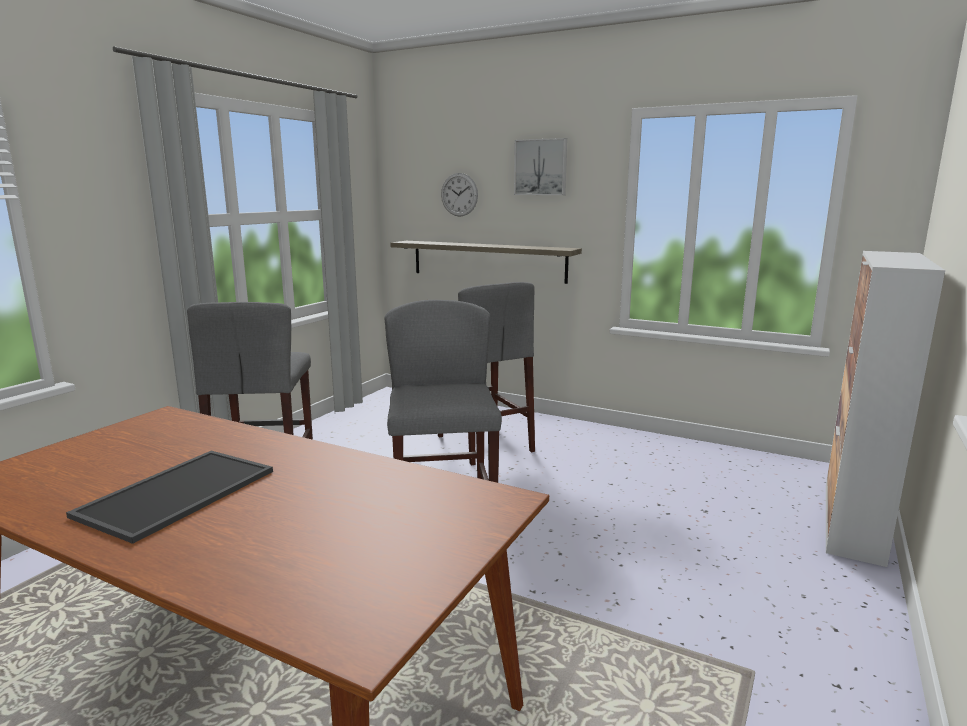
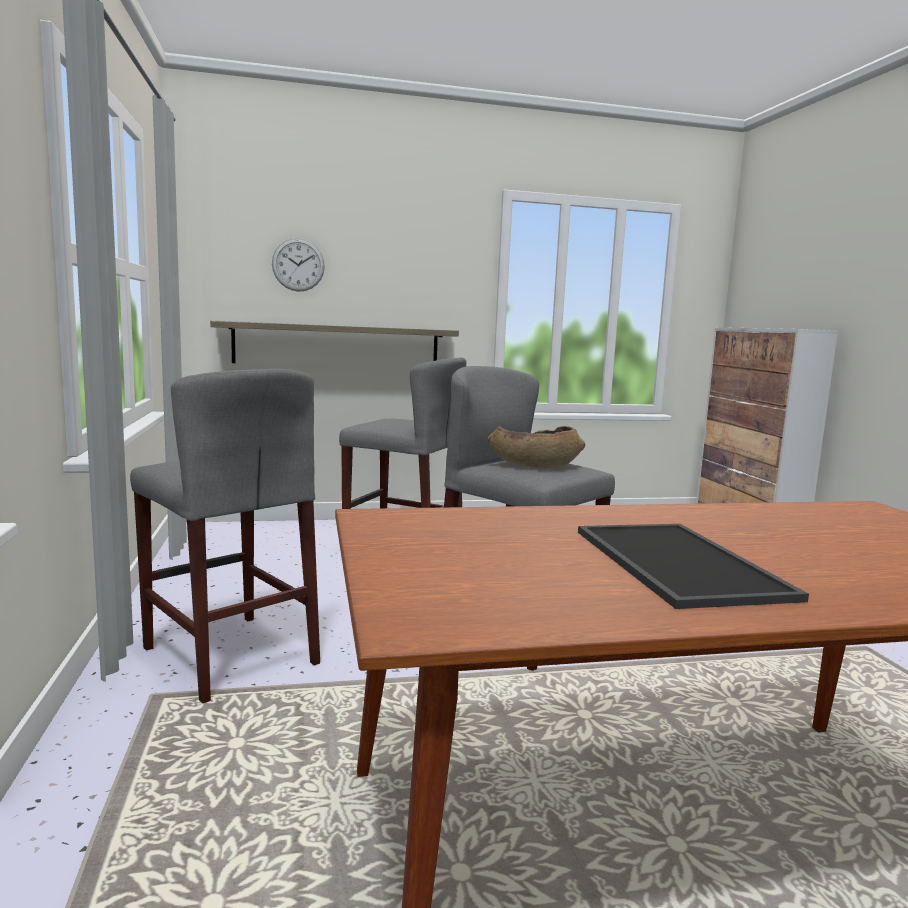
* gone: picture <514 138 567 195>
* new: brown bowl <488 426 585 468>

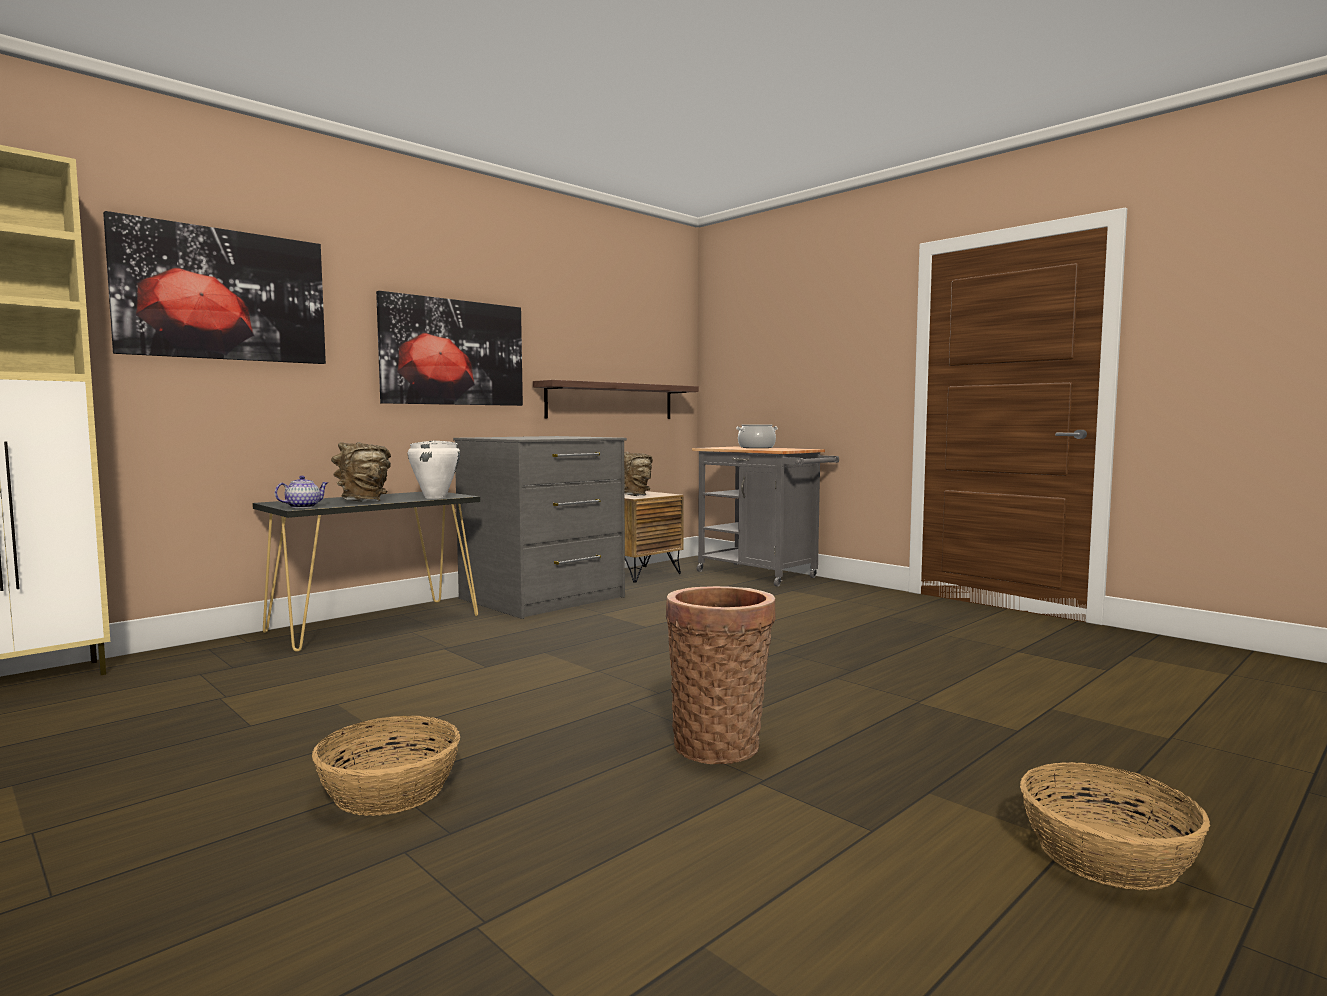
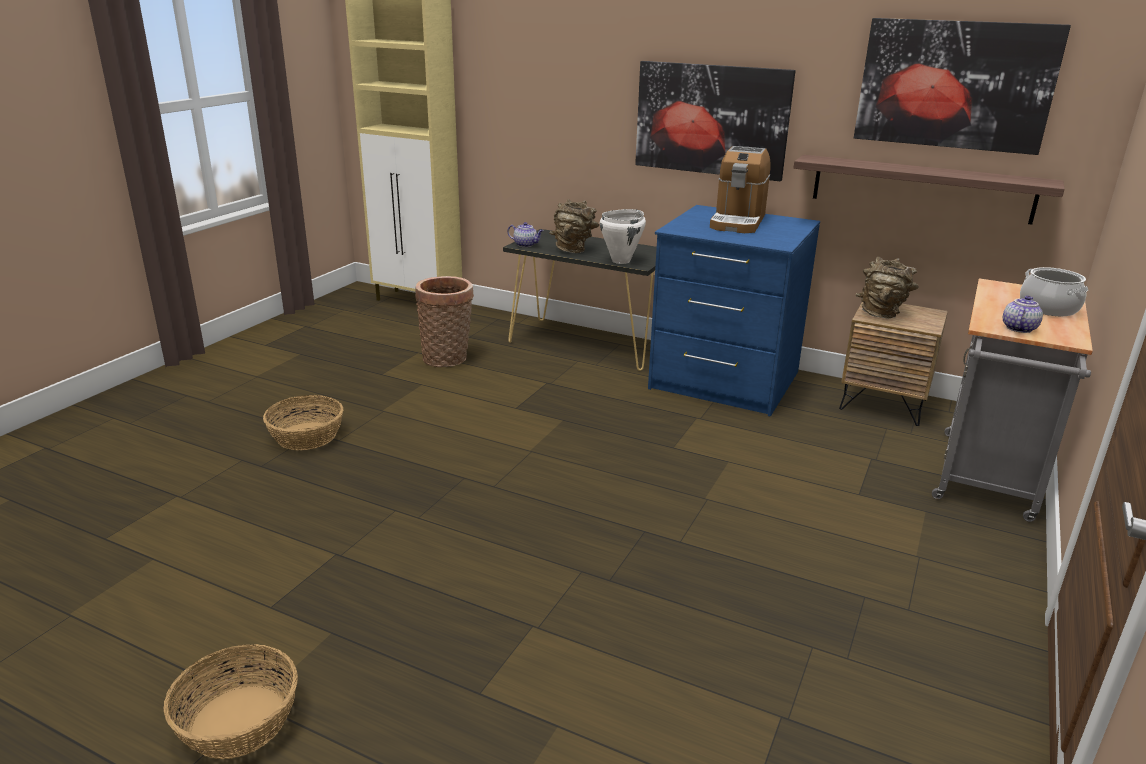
* shifted: picture <103 211 326 364> to <854 18 1071 155>
* repainted: grey dresser <453 436 627 619> to blue dresser <648 205 820 416>
* shifted: basket <666 586 776 764> to <415 276 474 367>
* new: coffee machine <710 146 771 233>
* new: teapot <1003 296 1043 333>

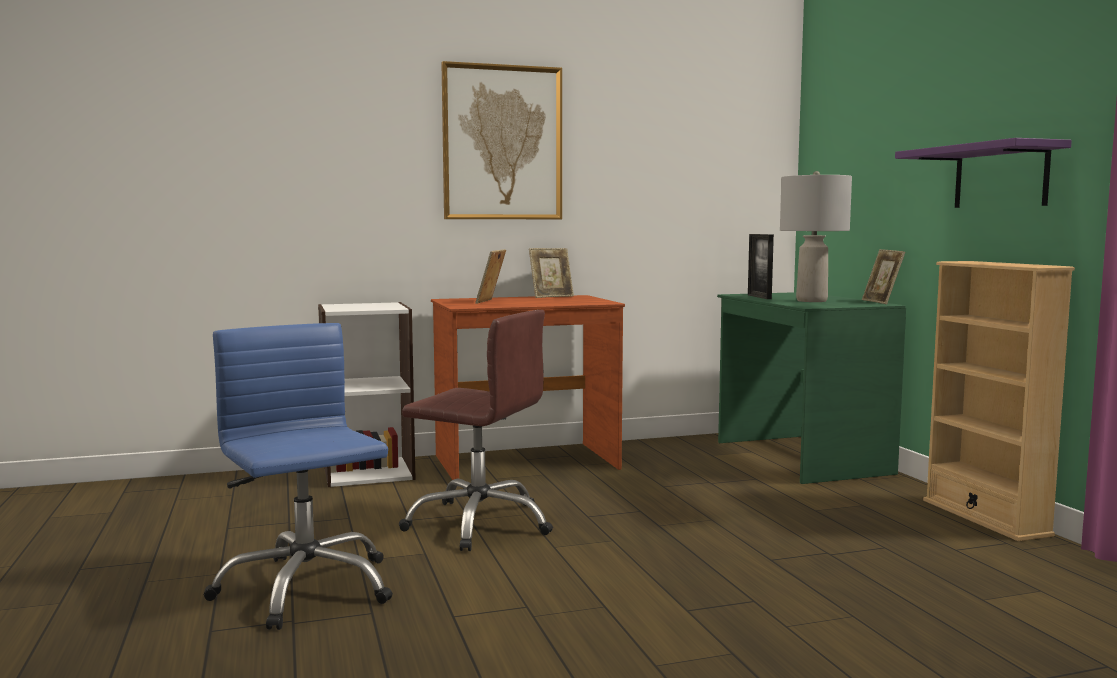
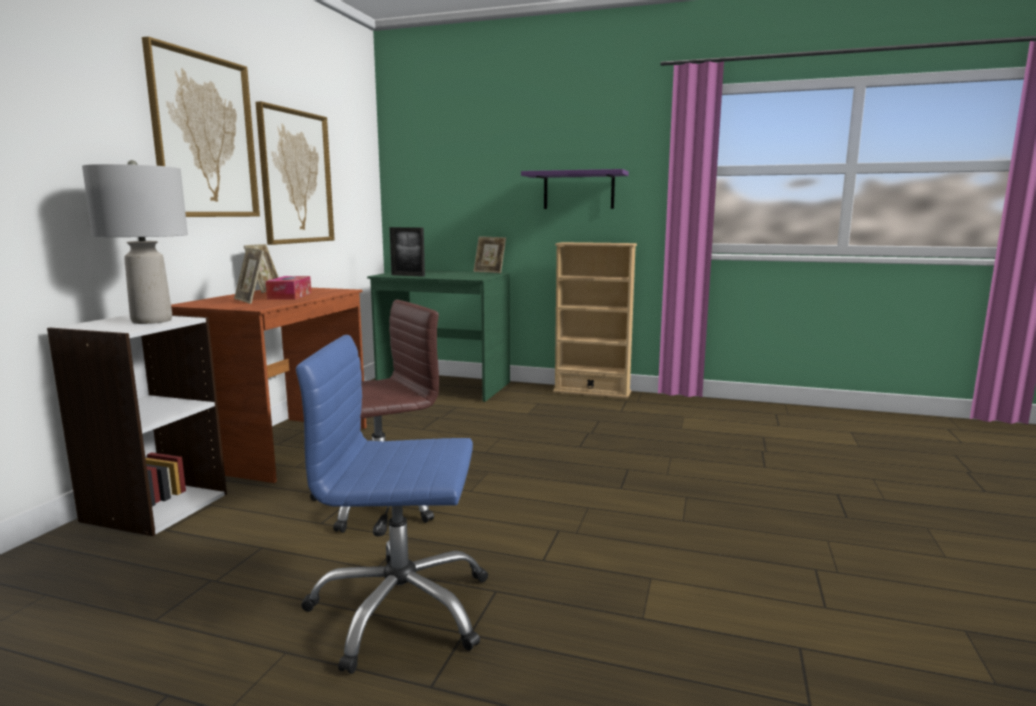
* shifted: grey table lamp <780 171 852 302> to <82 160 188 324>
* new: picture <255 101 335 245>
* new: tissue box <266 276 311 300>

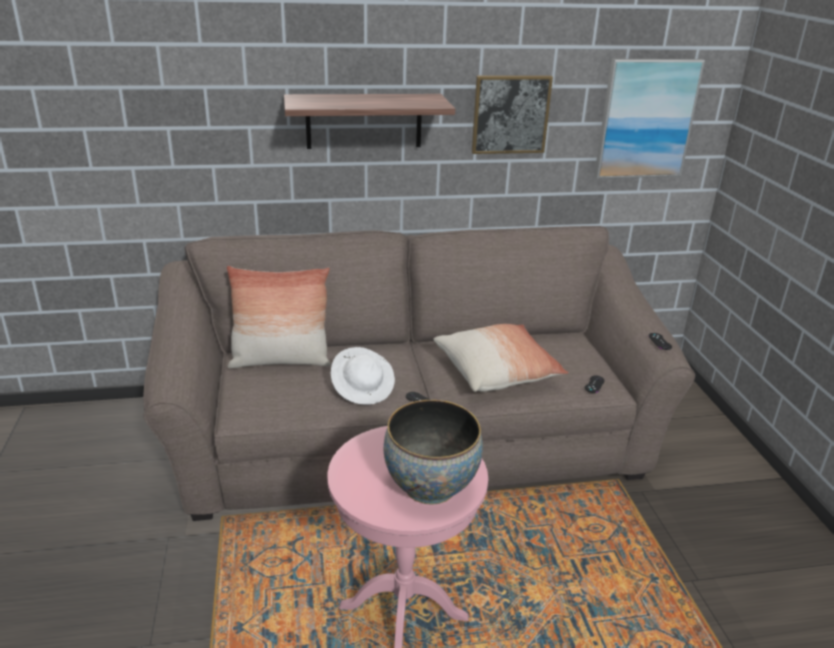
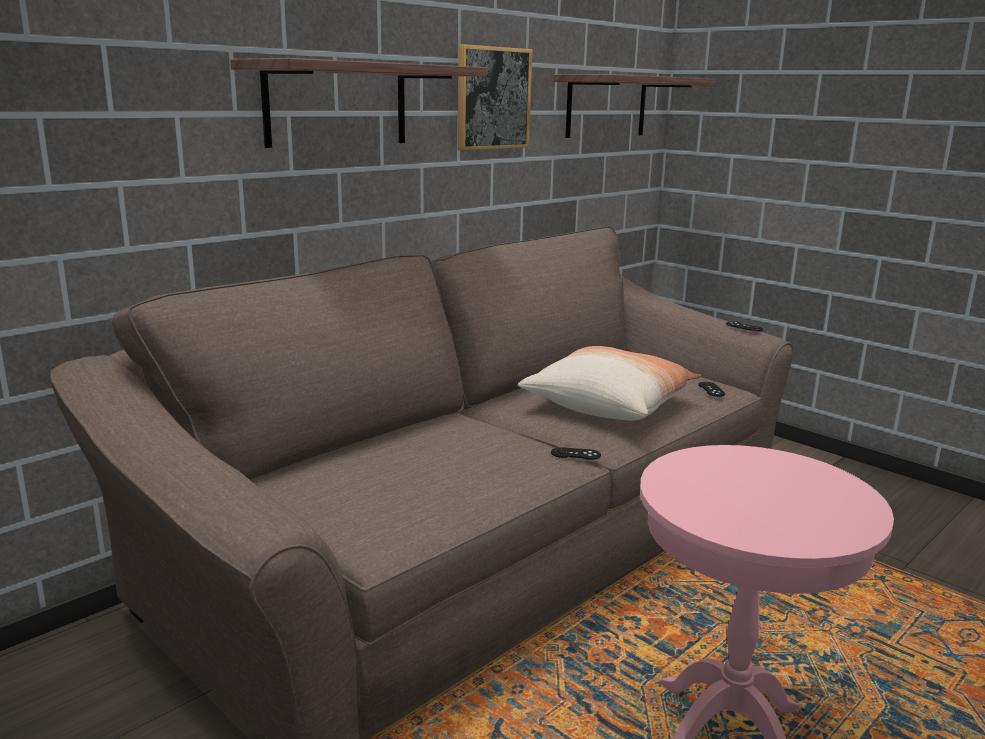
* gone: pillow <227 266 331 369>
* gone: white hat <330 347 395 405>
* gone: bowl <384 400 483 505>
* swapped: picture <594 59 705 179> to shelf <553 74 716 138>

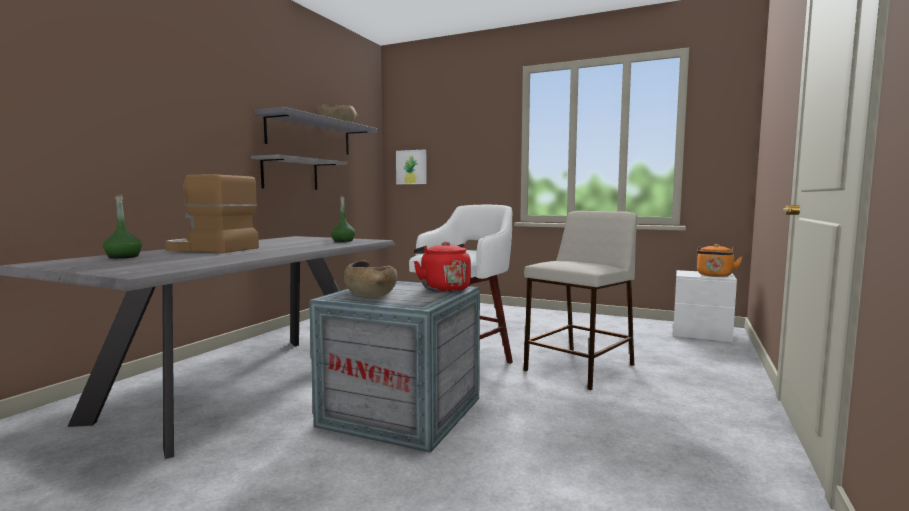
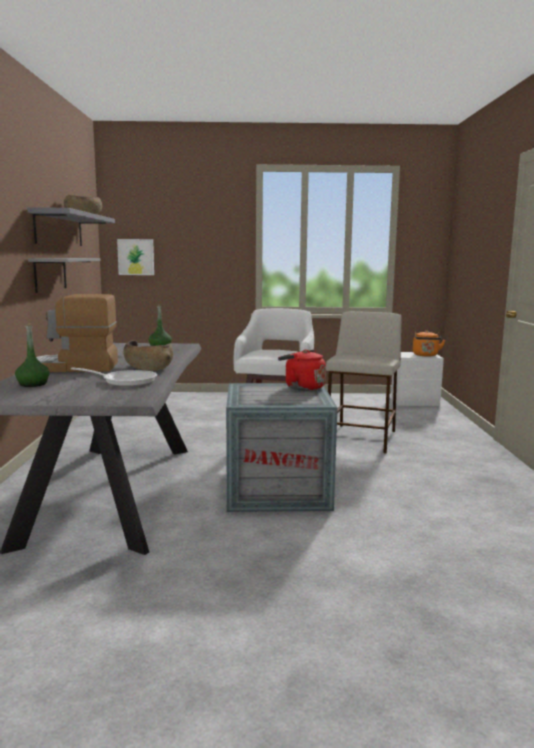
* shifted: brown bowl <344 260 397 297> to <123 340 173 371>
* new: frying pan <71 367 157 387>

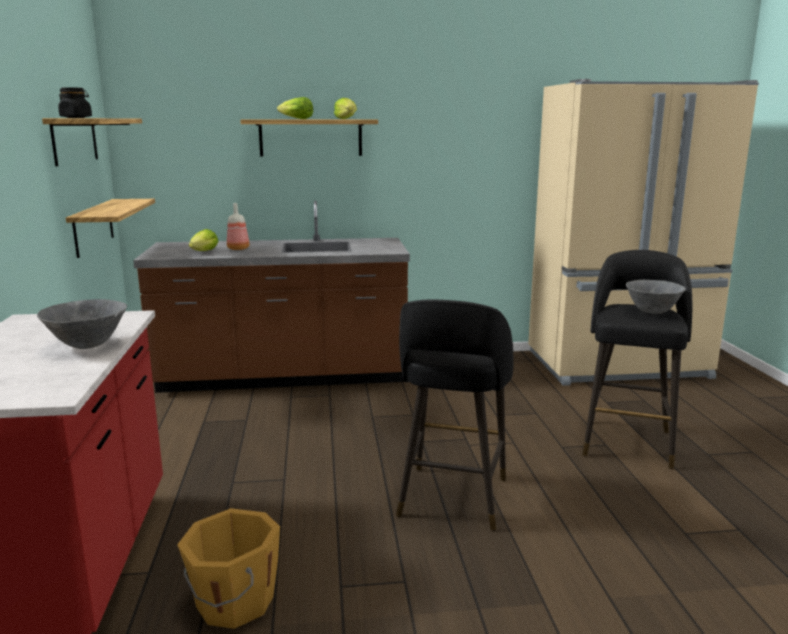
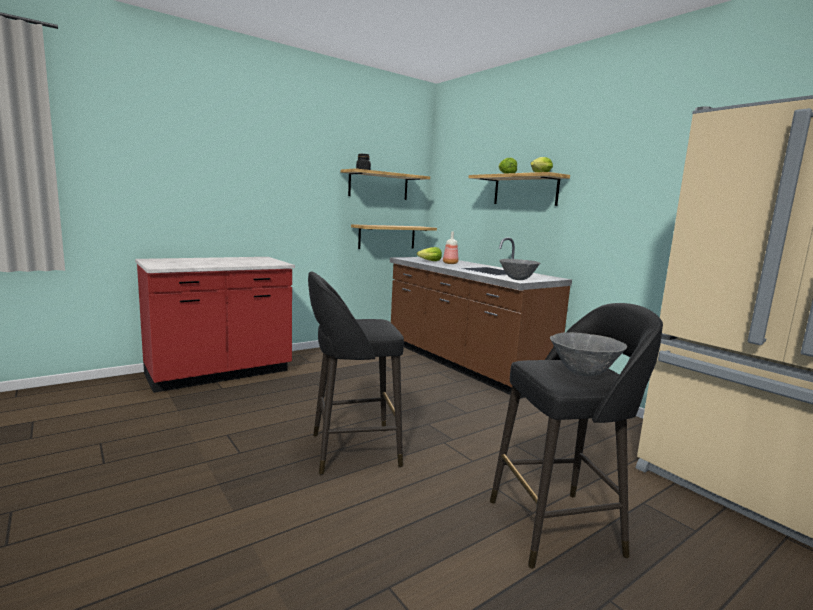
* shifted: grey bowl <37 299 127 349> to <499 259 540 280>
* gone: orange bucket <177 508 280 629>

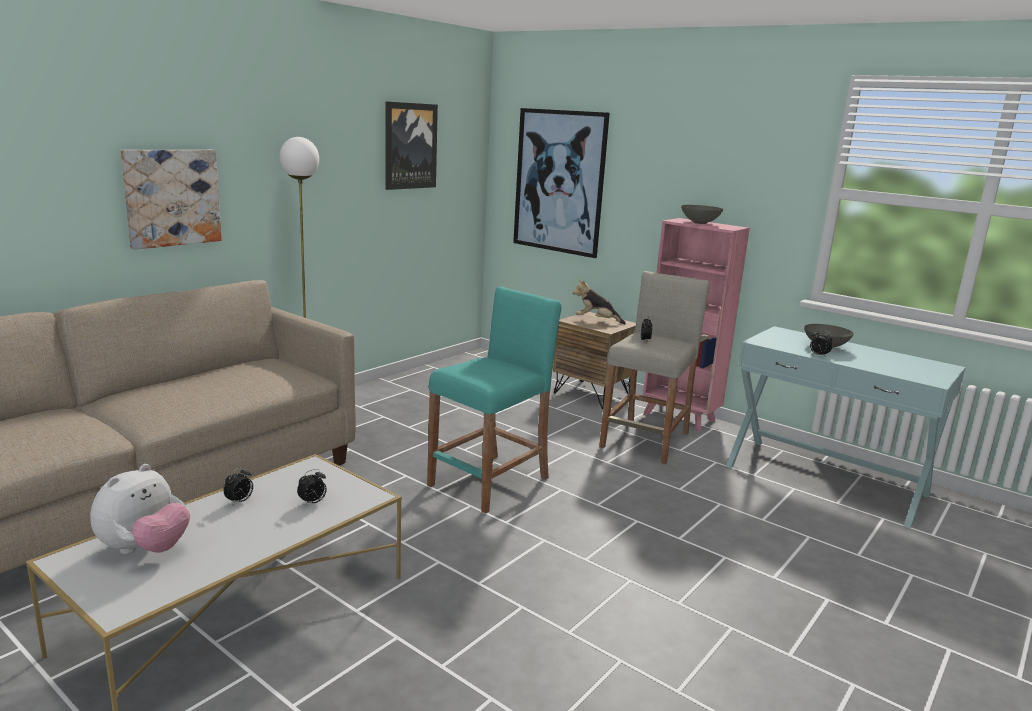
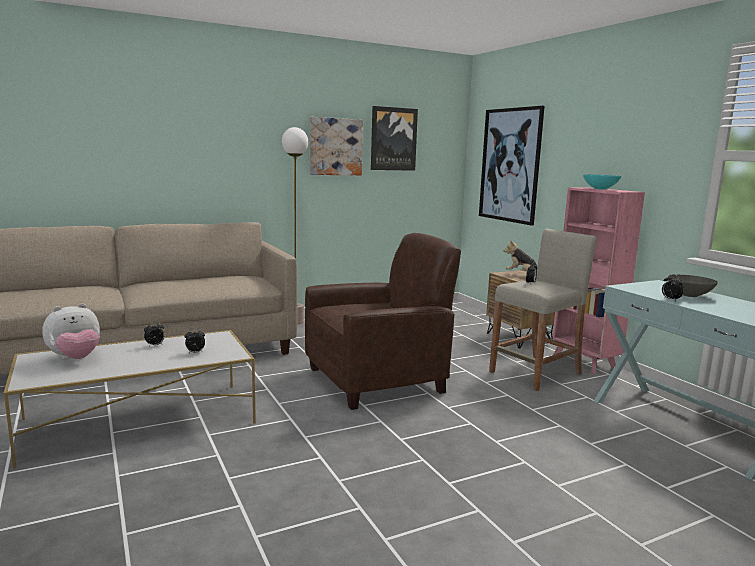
* shifted: picture <121 150 222 250> to <310 117 363 175>
* swapped: turquoise stool <427 286 562 514> to brown armchair <305 233 461 410>
* repainted: grey bowl <681 205 723 224> to turquoise bowl <583 174 621 190>

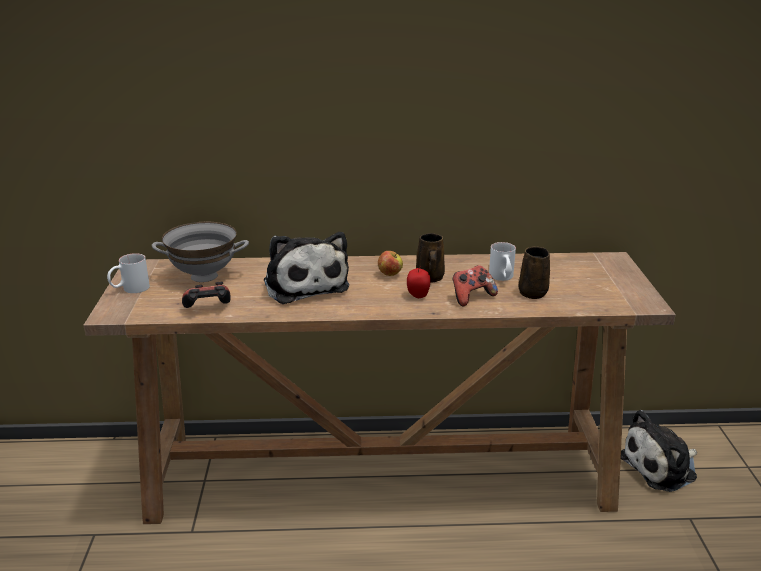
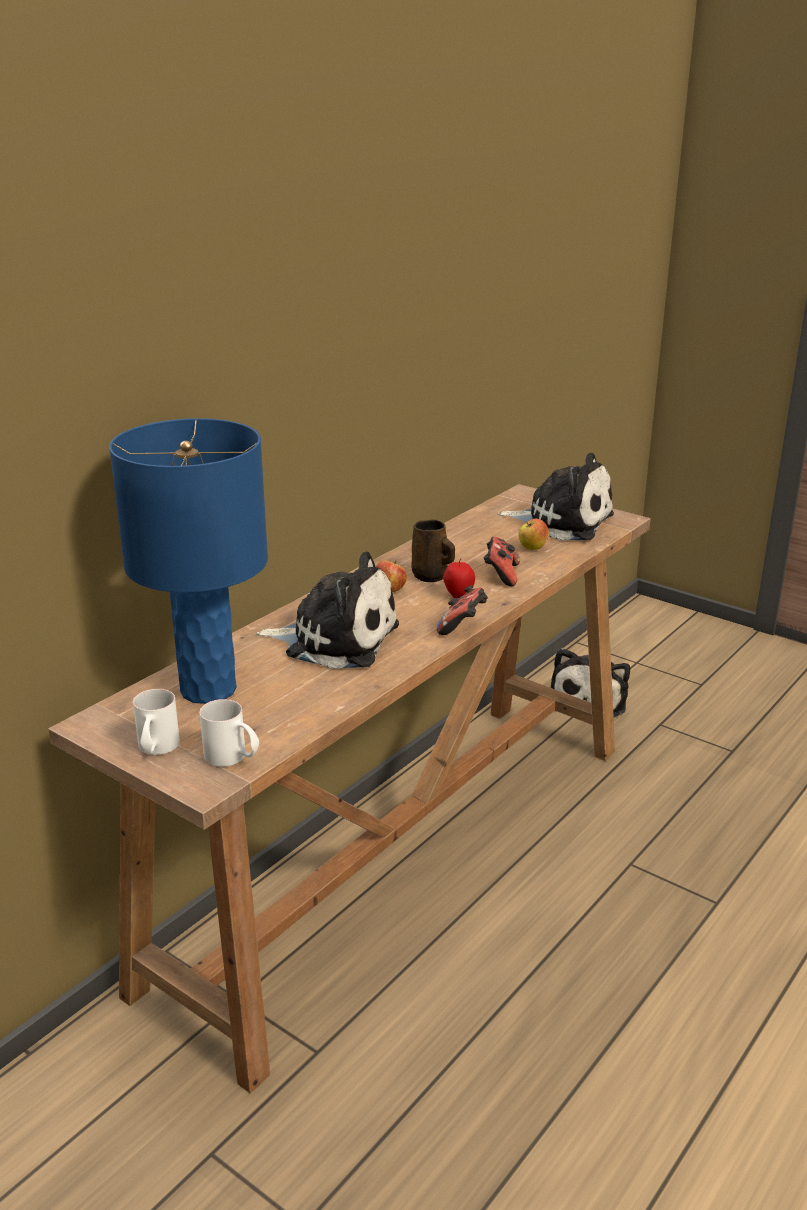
* swapped: grey bowl <152 222 249 282> to blue table lamp <109 418 268 704>
* shifted: game controller <182 282 231 308> to <437 585 488 635>
* shifted: white mug <489 242 516 281> to <200 699 259 767>
* swapped: brown mug <519 246 550 299> to apple <518 519 549 550>
* new: plush toy <498 453 614 540>

